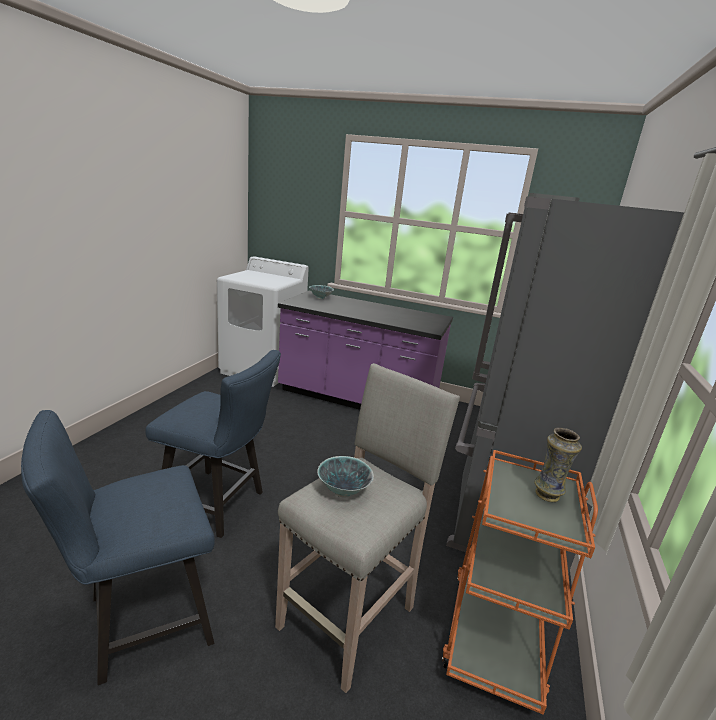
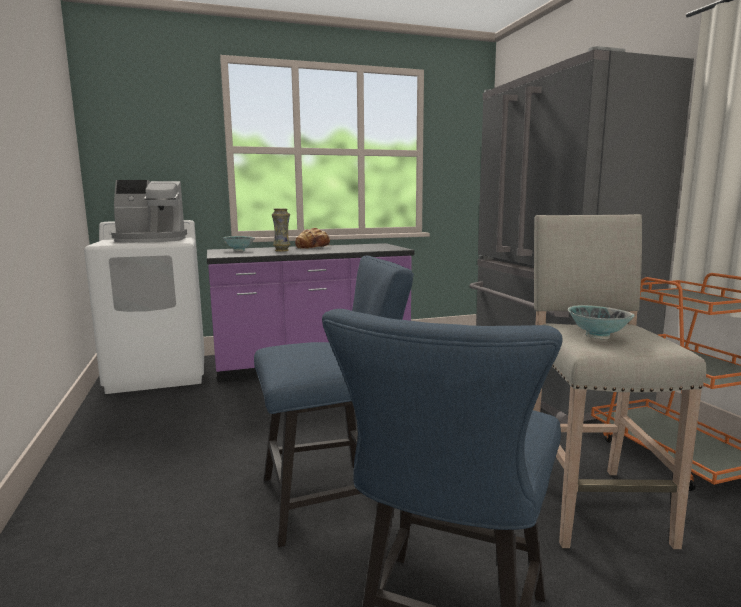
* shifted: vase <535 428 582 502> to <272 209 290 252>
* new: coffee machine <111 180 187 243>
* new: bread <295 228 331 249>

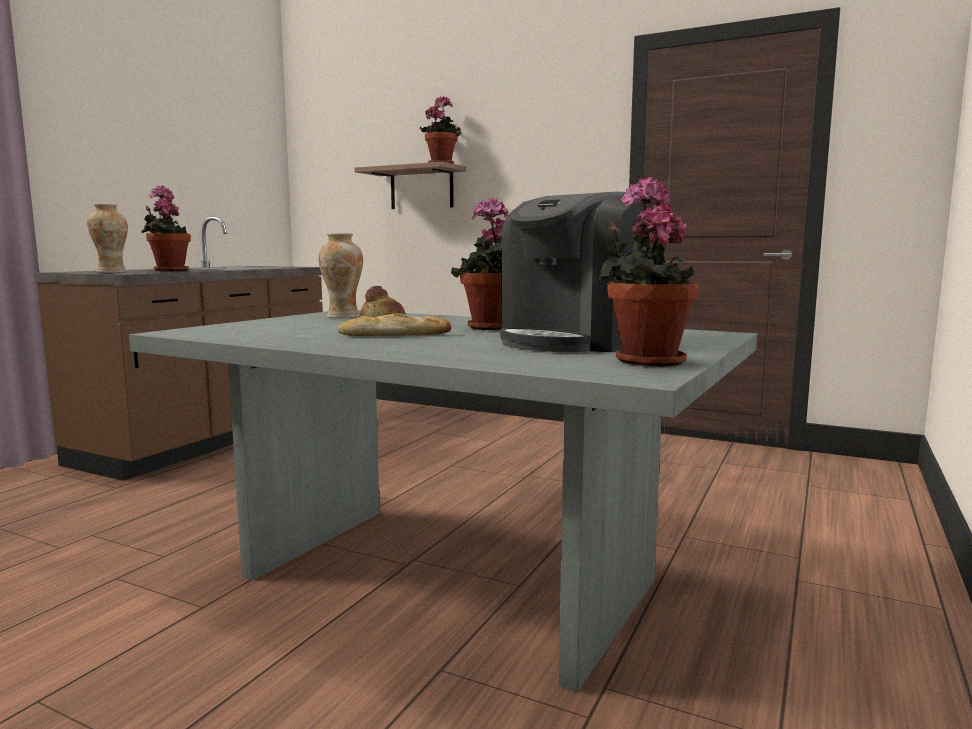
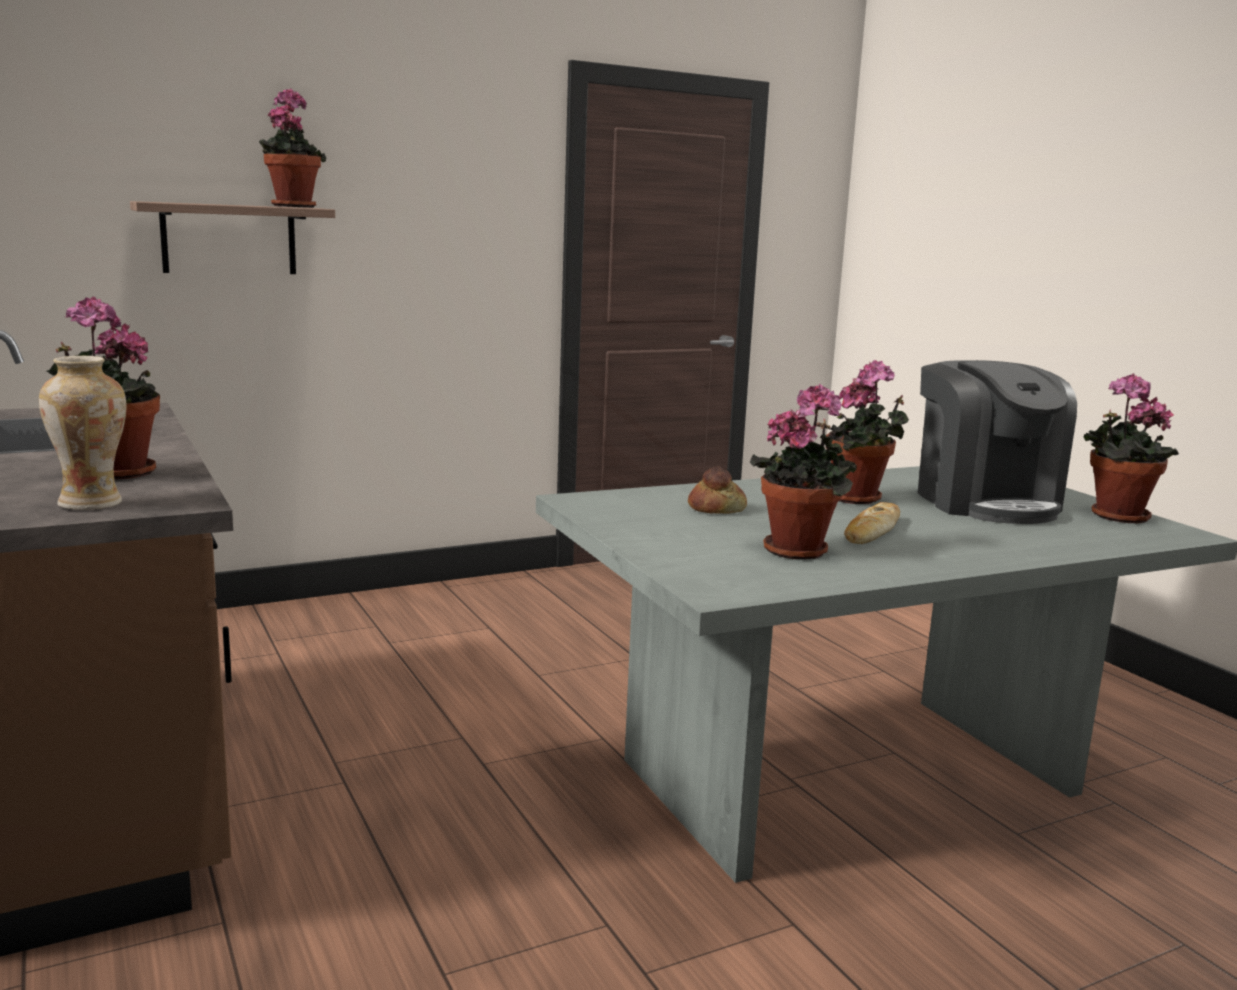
* gone: vase <318 233 363 318>
* new: potted plant <750 384 856 559>

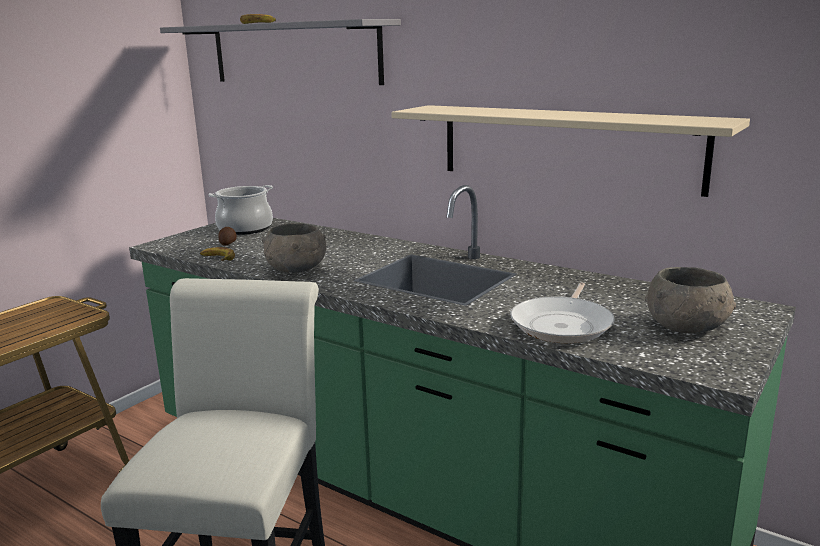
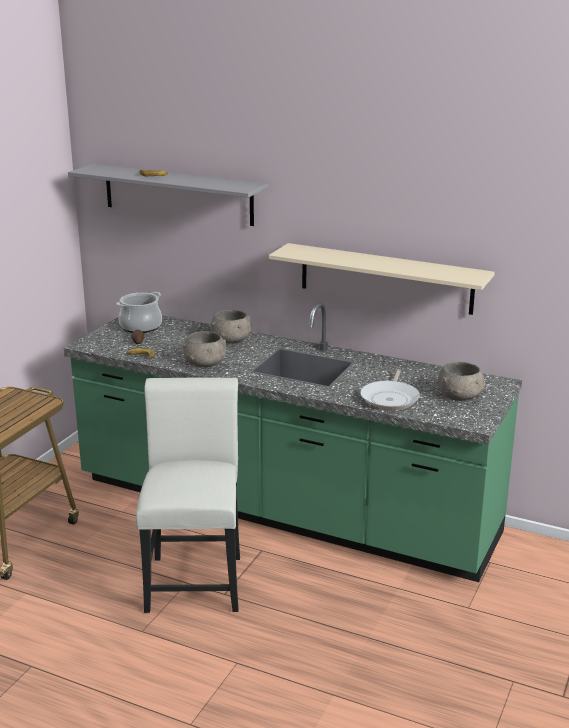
* new: grey bowl <211 310 251 343>

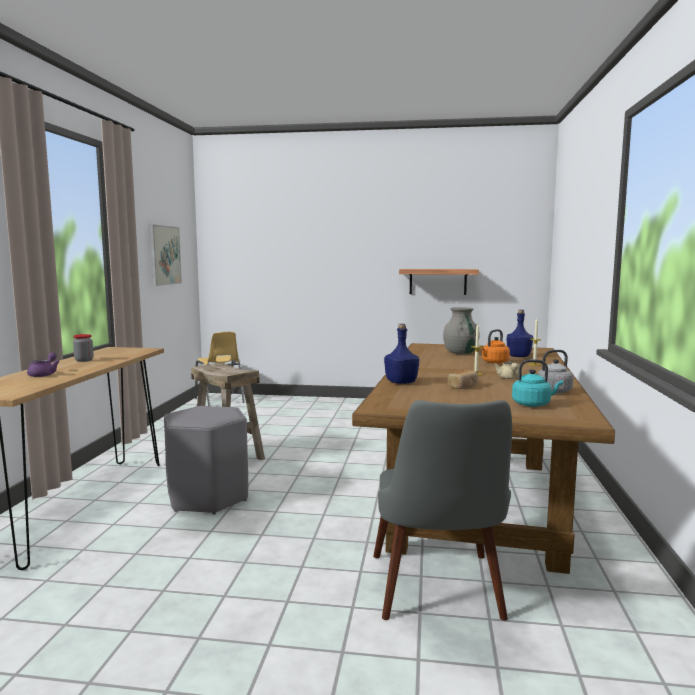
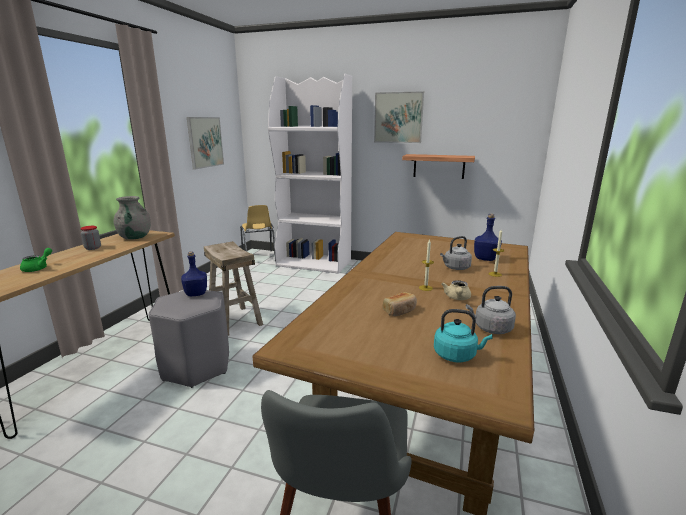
* repainted: purple teapot <27 352 60 377> to green teapot <20 248 52 272>
* shifted: blue bottle <384 324 419 384> to <181 251 207 296>
* shifted: grey vase <443 307 480 354> to <114 196 151 240>
* repainted: orange kettle <480 329 510 364> to grey kettle <440 236 472 270>
* new: white bookcase <268 74 352 274>
* new: picture <374 91 424 143>

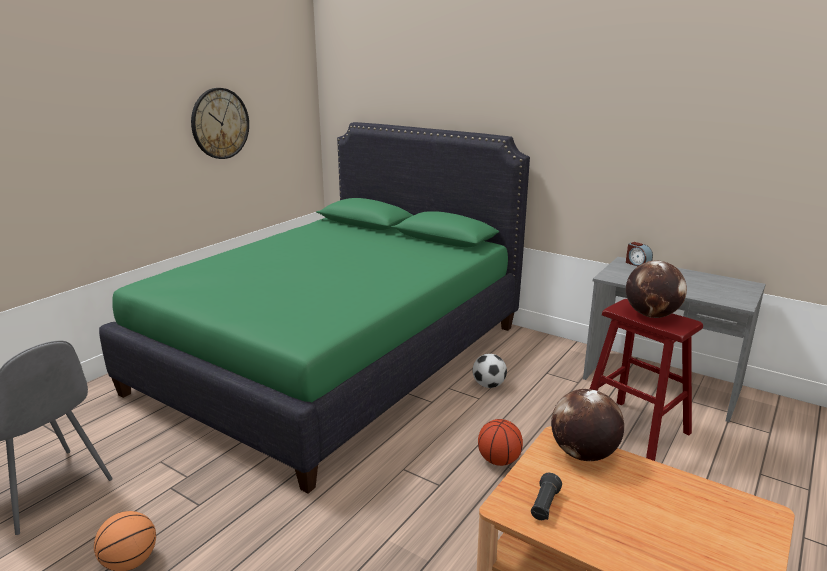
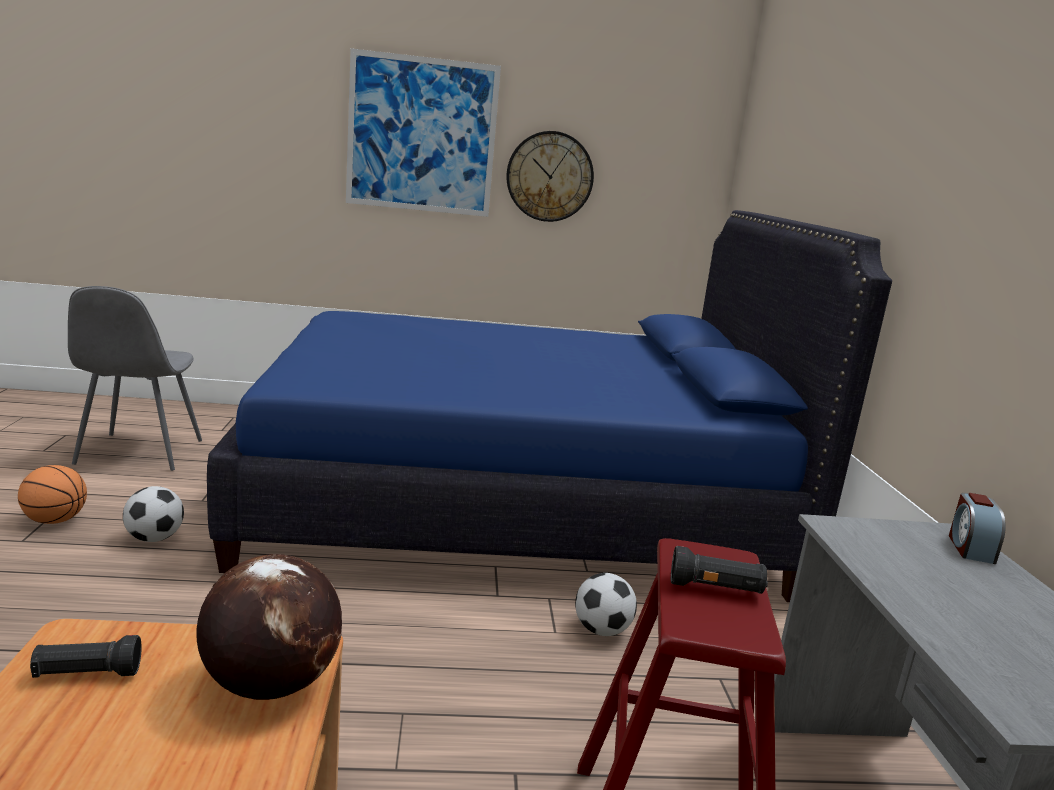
* repainted: green bed <99 122 530 494> to blue bed <207 210 892 602>
* gone: basketball <478 419 523 466>
* swapped: globe <626 261 687 318> to black flashlight <671 546 768 594>
* new: football <123 486 184 542>
* new: picture <346 48 501 217>

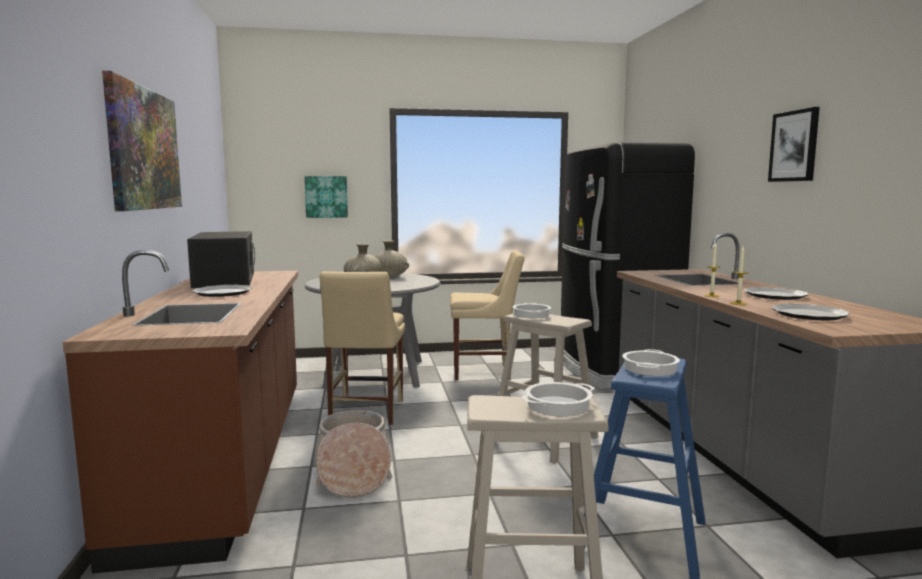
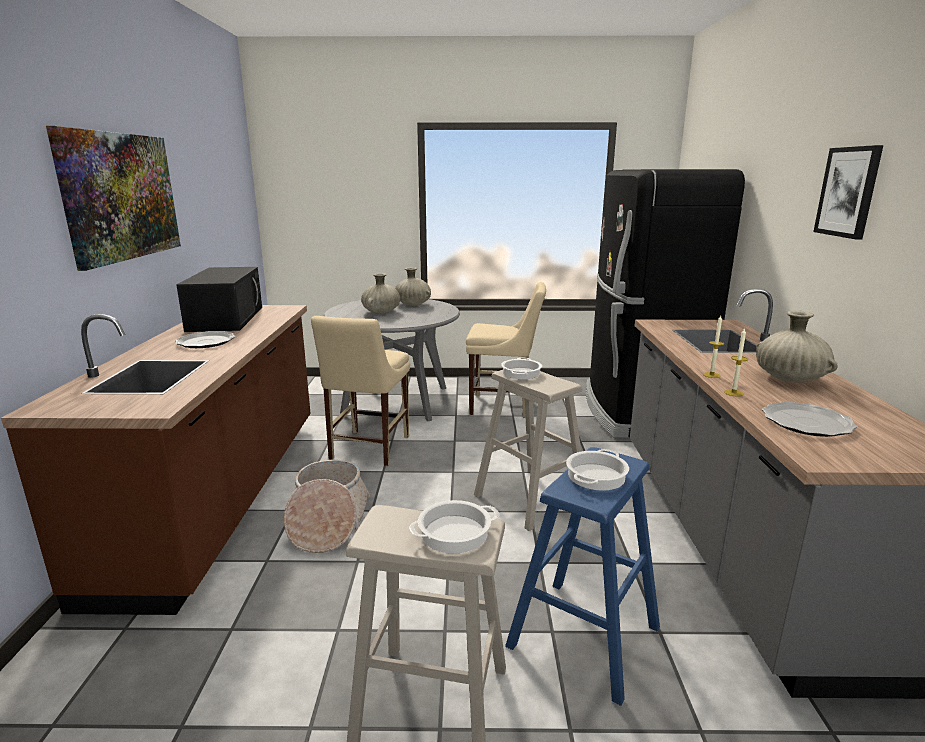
* gone: picture <304 176 348 218>
* swapped: plate <744 287 809 300> to beige vase <756 310 838 382>

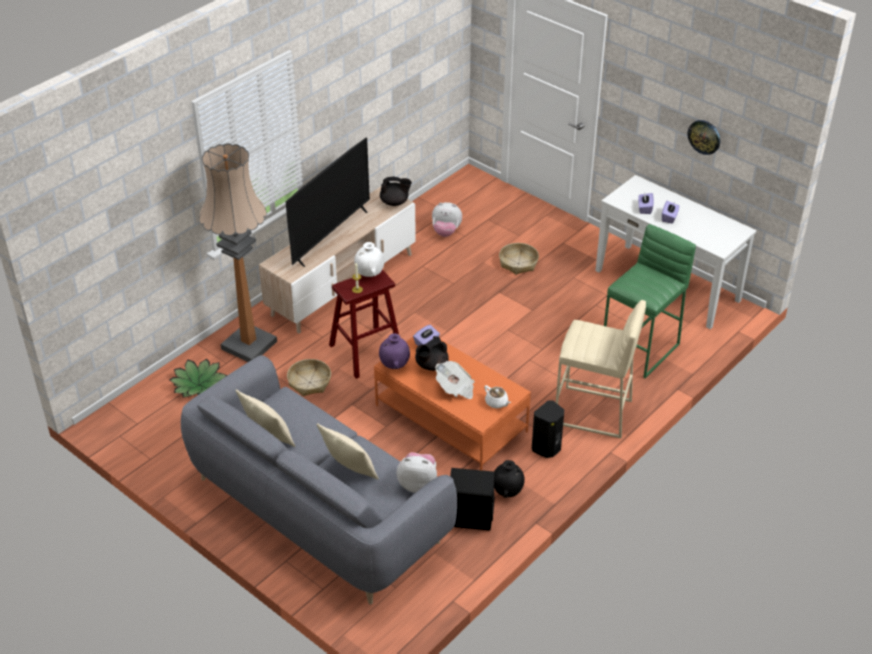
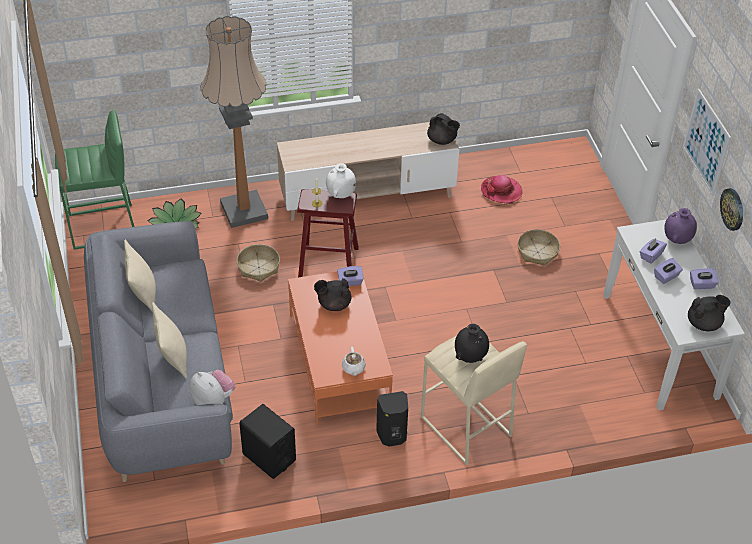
* gone: television <286 138 370 267>
* shifted: purple vase <379 333 410 369> to <664 208 697 244>
* swapped: plush toy <432 202 462 237> to hat <481 175 523 204>
* gone: newspaper <435 361 475 399>
* shifted: black vase <494 460 525 498> to <455 324 489 363>
* shifted: green stool <604 224 696 378> to <55 110 135 250>
* new: picture <683 89 731 196>
* new: black teapot <688 295 731 331>
* new: purple tissue box <690 268 719 289>

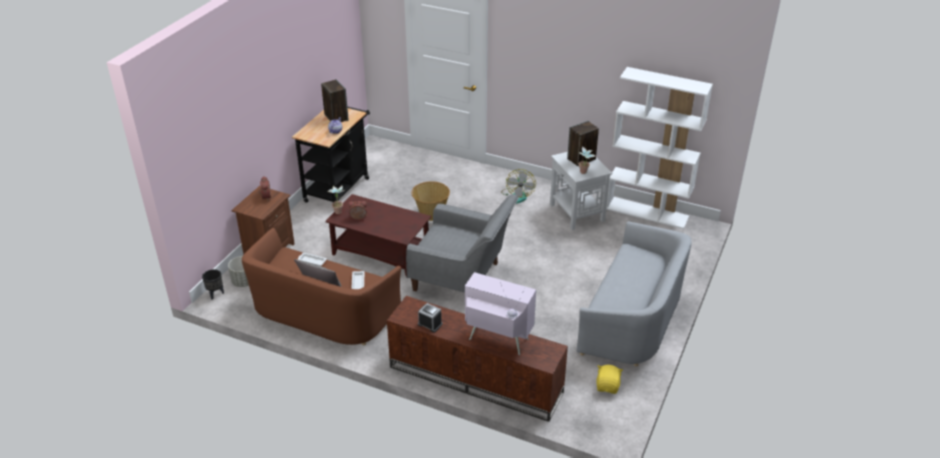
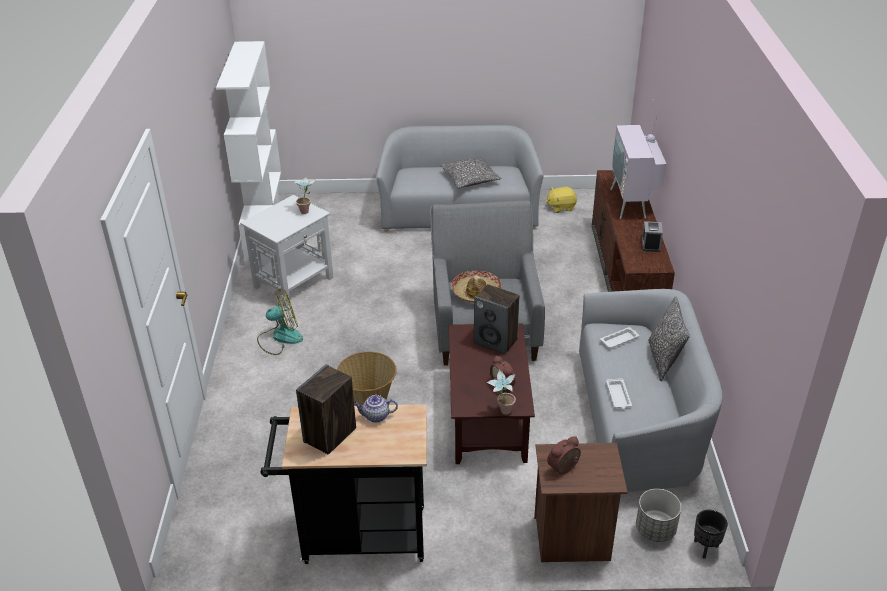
* repainted: brown sofa <242 228 401 345> to grey sofa <579 289 722 492>
* shifted: speaker <567 121 599 166> to <474 284 519 354>
* new: pillow <440 156 501 188>
* new: hat <451 271 502 303>

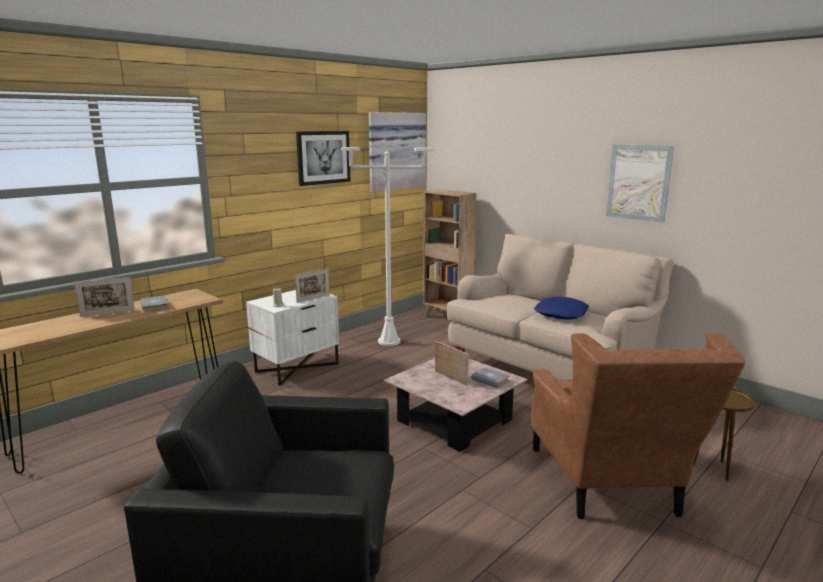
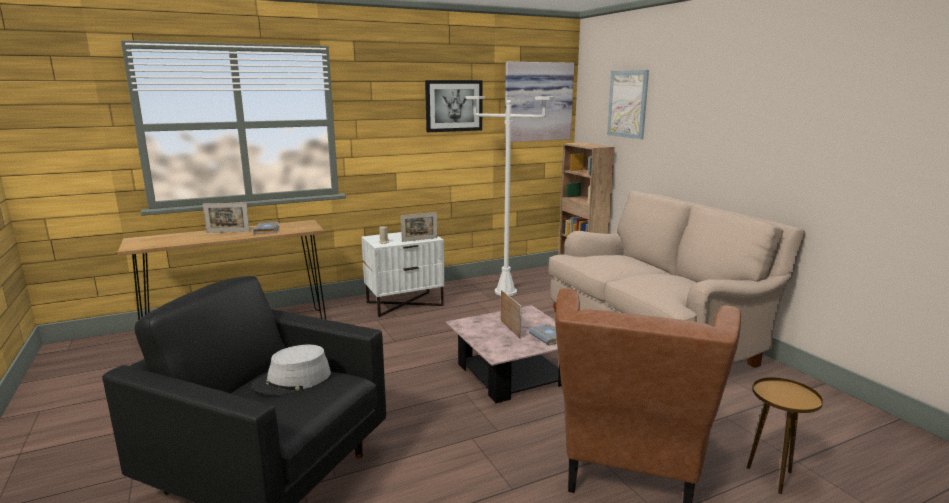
* gone: blue pillow <534 296 589 319>
* shifted: picture <606 144 674 223> to <607 70 649 139>
* new: grey hat <252 345 331 396>

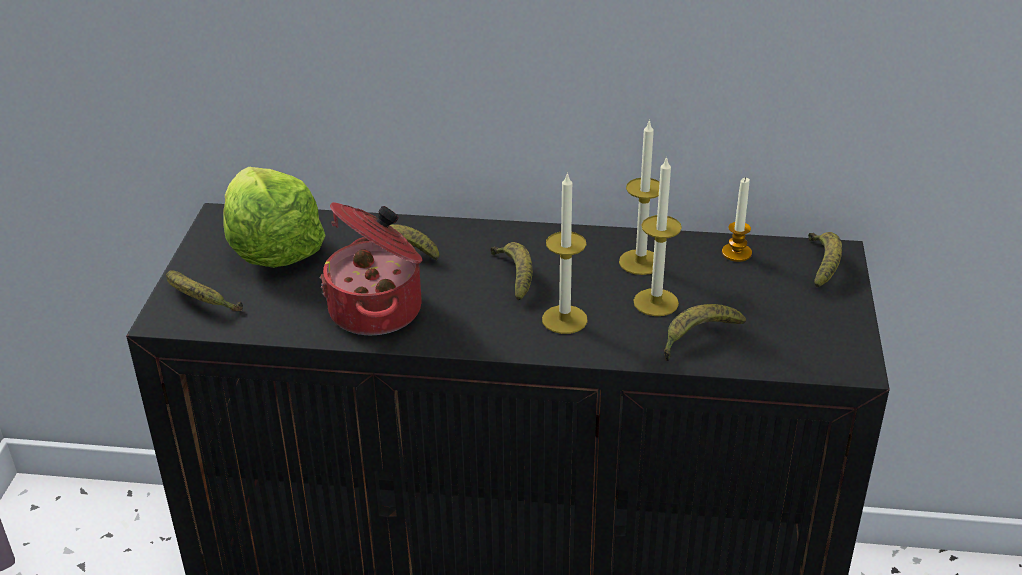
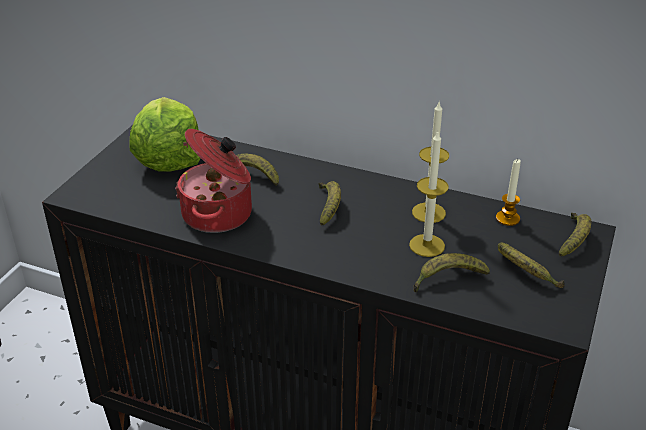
* shifted: banana <166 270 243 311> to <498 243 565 288>
* gone: candle <542 172 588 334>

